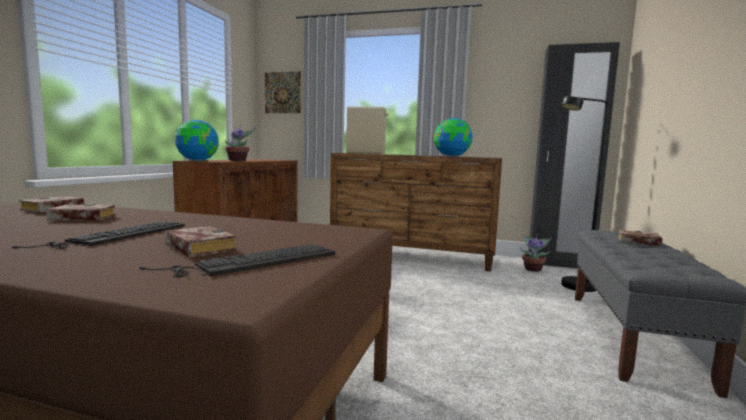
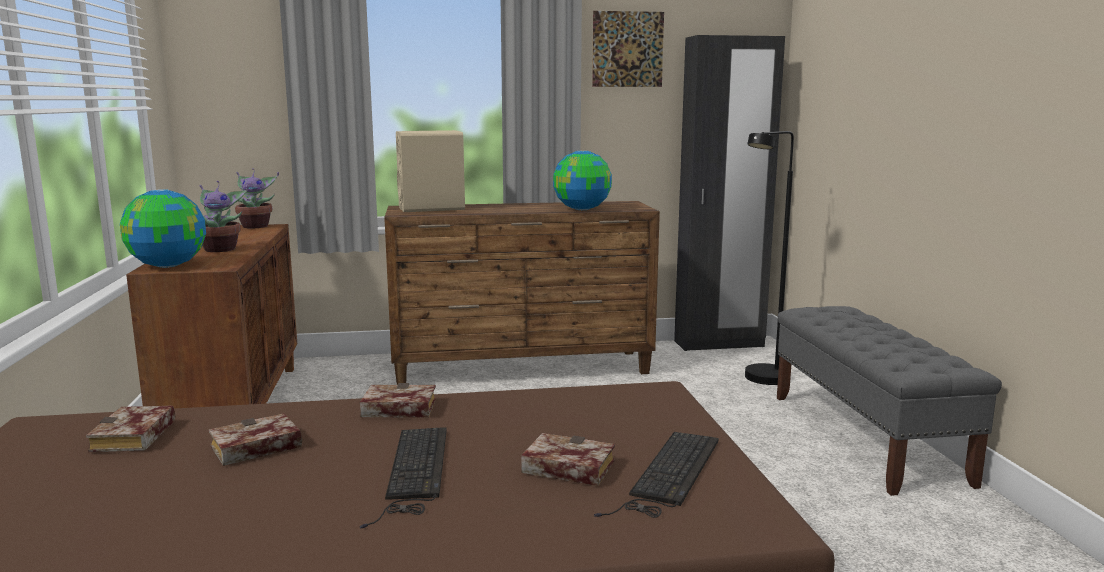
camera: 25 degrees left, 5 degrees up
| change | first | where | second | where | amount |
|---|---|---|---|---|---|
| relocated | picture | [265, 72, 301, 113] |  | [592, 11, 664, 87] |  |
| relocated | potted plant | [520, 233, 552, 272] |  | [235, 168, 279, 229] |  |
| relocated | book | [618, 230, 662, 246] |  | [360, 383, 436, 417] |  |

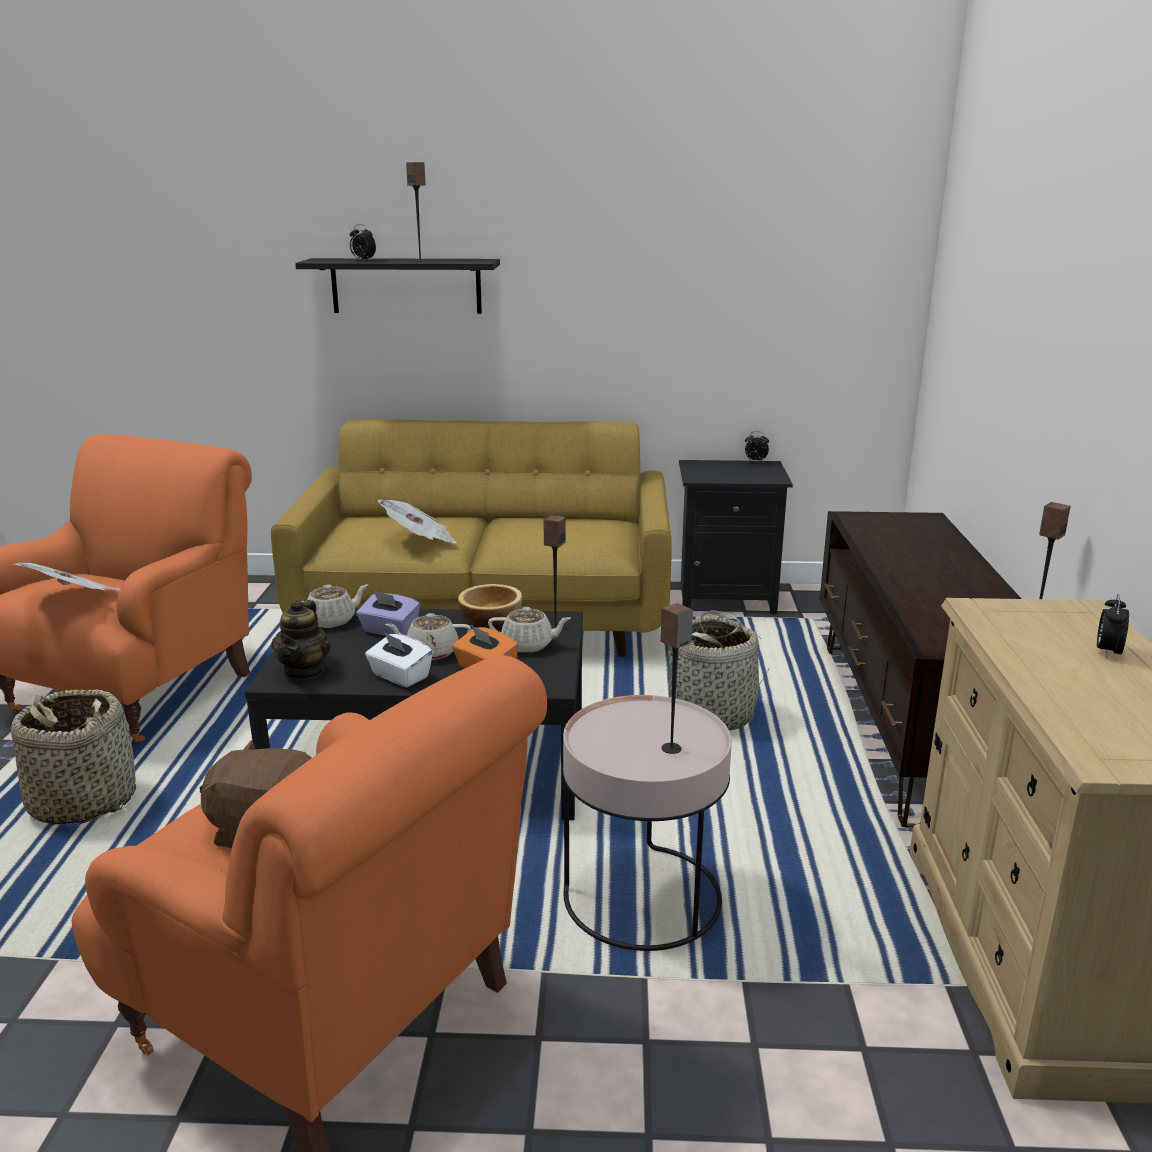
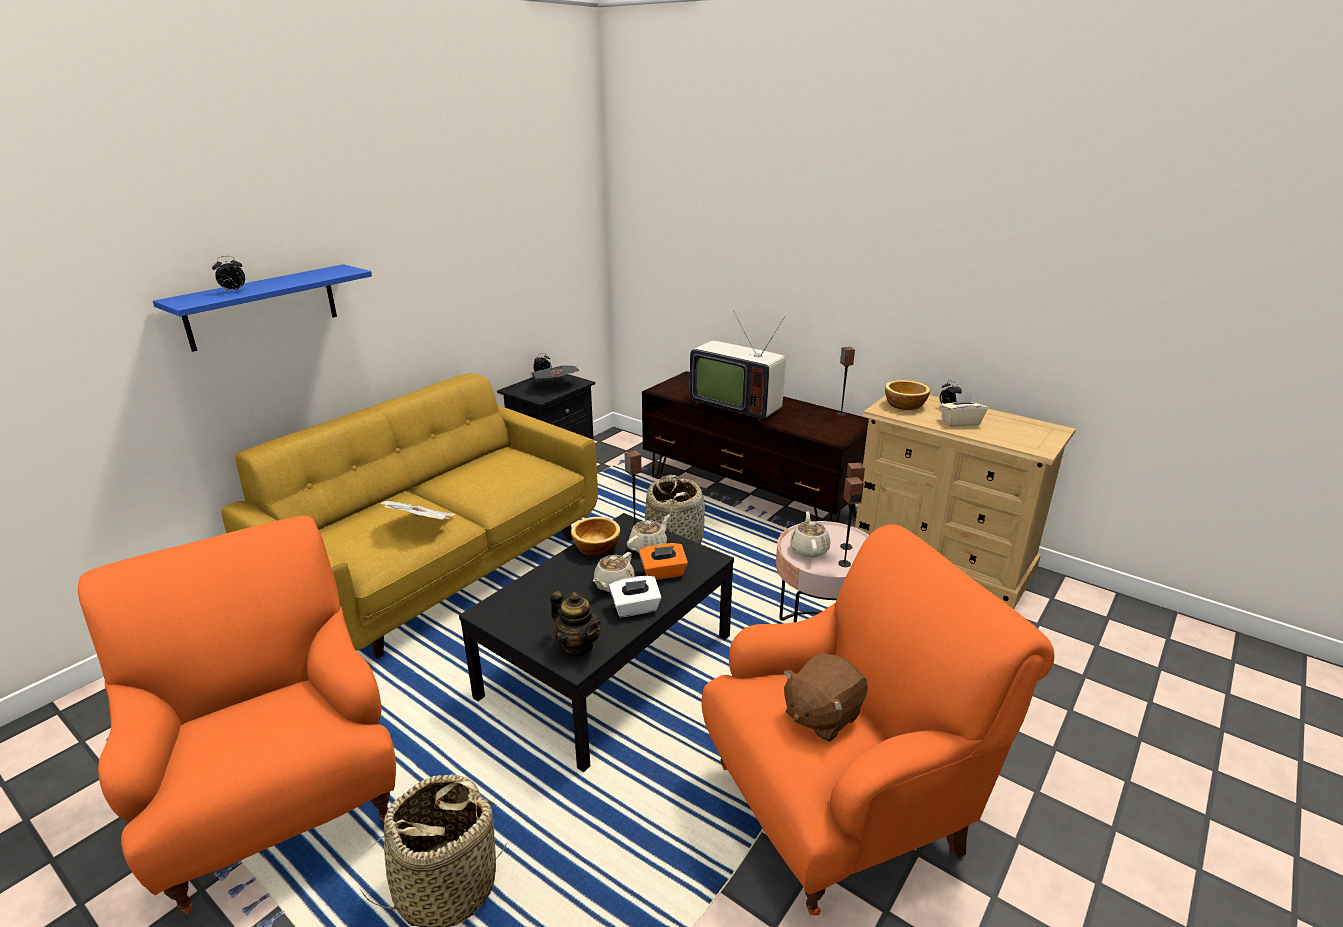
camera: 55 degrees left, 5 degrees up
| change | first | where | second | where | amount |
|---|---|---|---|---|---|
| missing | purple tissue box | [356, 591, 420, 635] |  |  |  |
| appeared |  |  | television | [690, 312, 786, 422] |  |
| appeared |  |  | bowl | [885, 380, 930, 410] |  |
| appeared |  |  | beige tissue box | [940, 393, 988, 427] |  |
| relocated | newspaper | [14, 563, 120, 590] |  | [531, 365, 579, 379] |  |
| relocated | beige teapot | [301, 584, 369, 628] |  | [790, 511, 830, 557] |  |
| relocated | speaker | [406, 162, 426, 262] |  | [838, 477, 864, 567] |  |
| colour | black shelf | [295, 258, 500, 314] | blue shelf | [153, 264, 372, 352] |  |

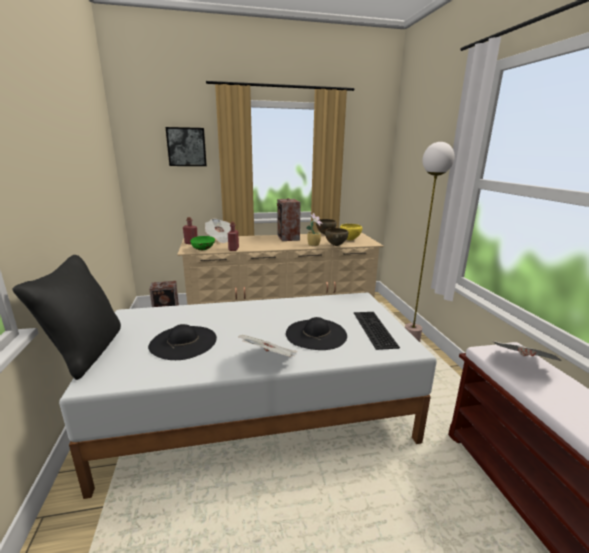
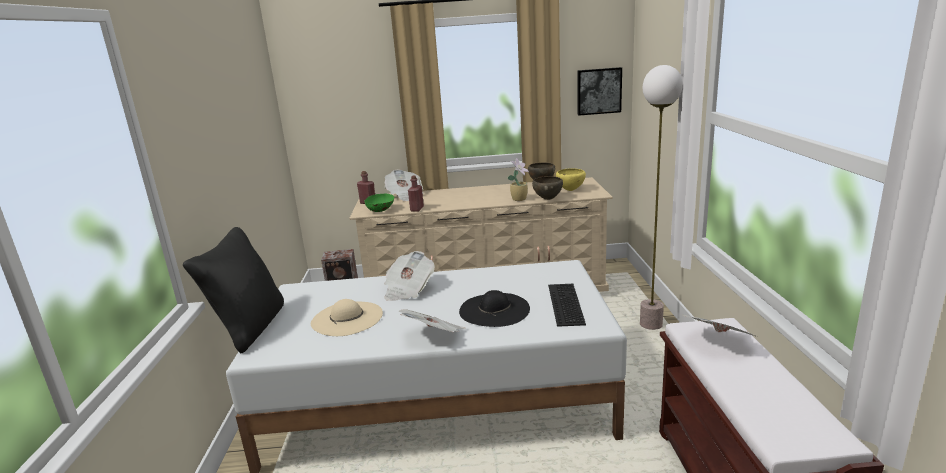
camera: 10 degrees right, 0 degrees up
| change | first | where | second | where | amount |
|---|---|---|---|---|---|
| missing | speaker | [277, 198, 301, 241] |  |  |  |
| appeared |  |  | newspaper | [384, 251, 435, 301] |  |
| relocated | picture | [165, 127, 207, 166] |  | [577, 67, 622, 115] |  |
| colour | black hat | [148, 324, 217, 360] | beige hat | [311, 299, 383, 336] |  |

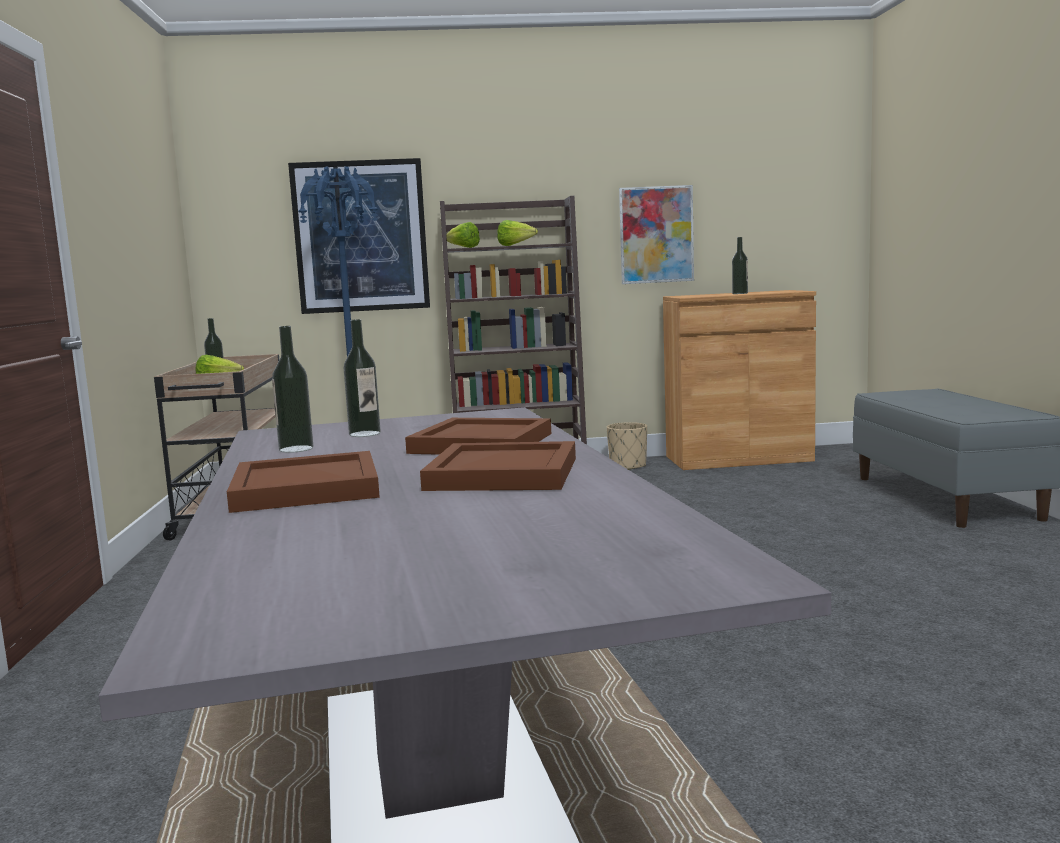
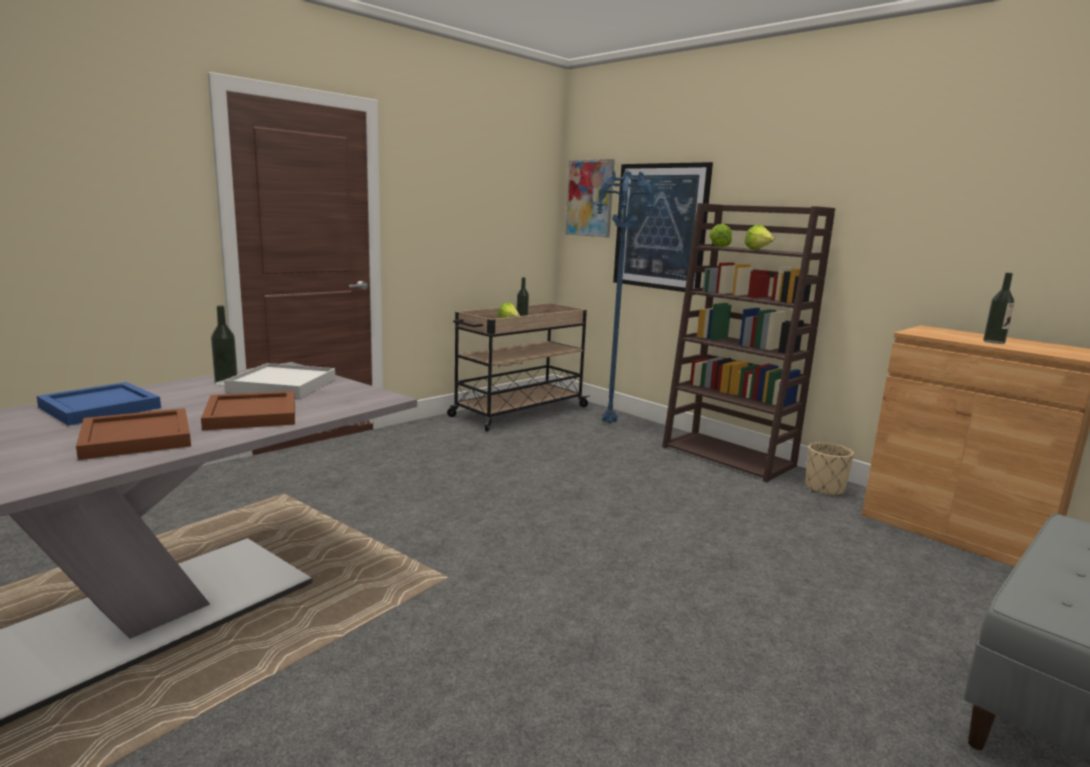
camera: 50 degrees right, 5 degrees up
| change | first | where | second | where | amount |
|---|---|---|---|---|---|
| relocated | picture | [619, 185, 694, 284] |  | [566, 159, 615, 238] |  |
| exchanged | bottle | [344, 319, 381, 437] | white tray | [224, 363, 335, 398] |  |
| colour | brown tray | [227, 451, 380, 513] | blue tray | [36, 382, 161, 426] |  |

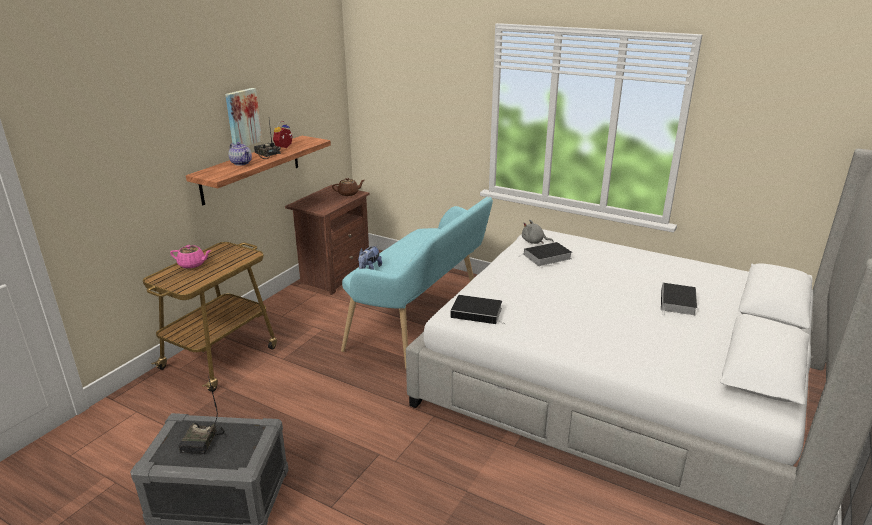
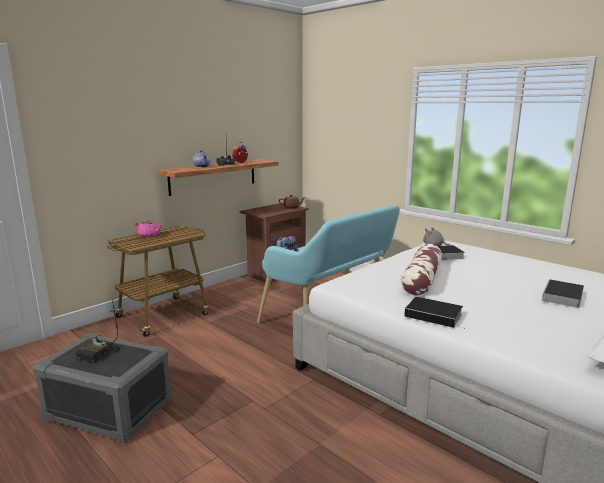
camera: 15 degrees right, 10 degrees down
| change | first | where | second | where | amount |
|---|---|---|---|---|---|
| missing | picture | [225, 88, 262, 146] |  |  |  |
| appeared |  |  | pillow | [401, 244, 442, 296] |  |
| relocated | book | [451, 295, 506, 324] |  | [404, 297, 466, 329] |  |

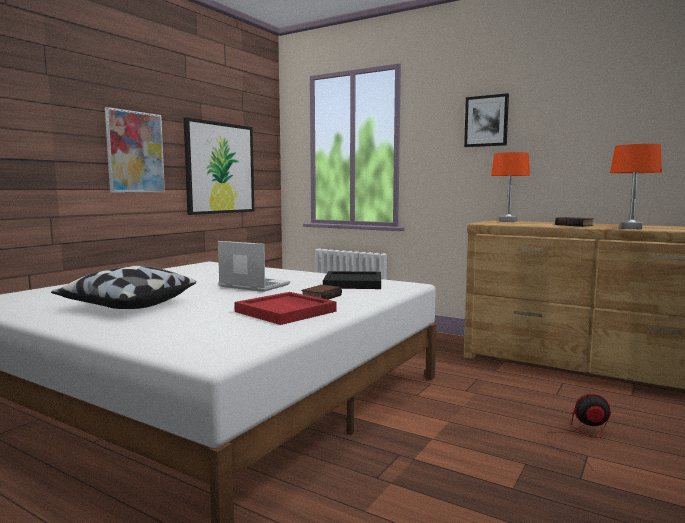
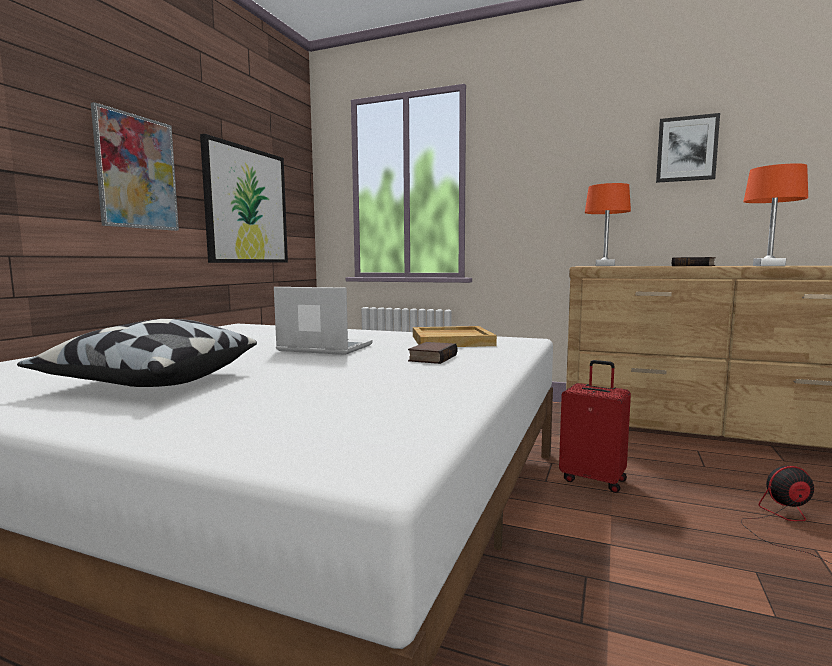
camera: 10 degrees left, 0 degrees up
| change | first | where | second | where | amount |
|---|---|---|---|---|---|
| missing | red tray | [234, 292, 337, 325] |  |  |  |
| appeared |  |  | red suitcase | [559, 360, 631, 493] |  |
| relocated | picture | [464, 93, 509, 147] |  | [656, 113, 720, 183] |  |
| colour | black tray | [323, 271, 381, 289] | beige tray | [413, 326, 497, 347] |  |

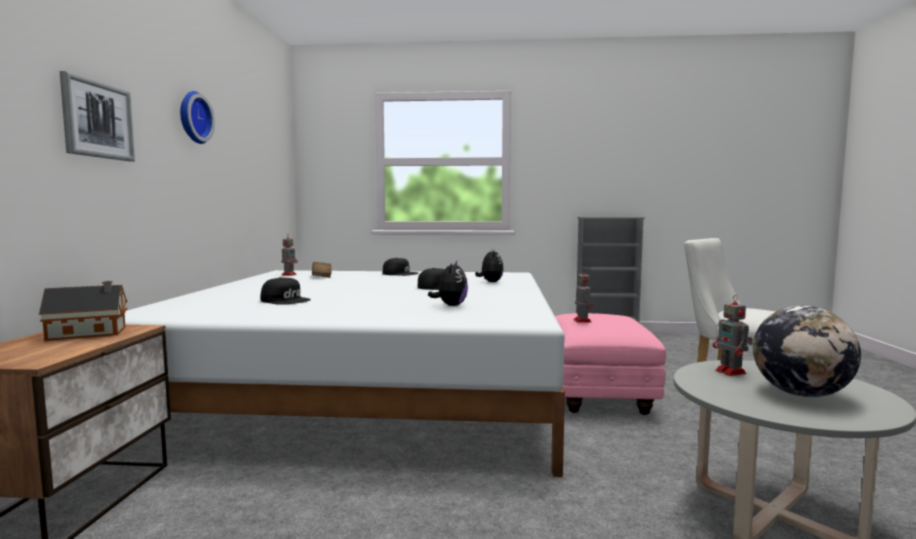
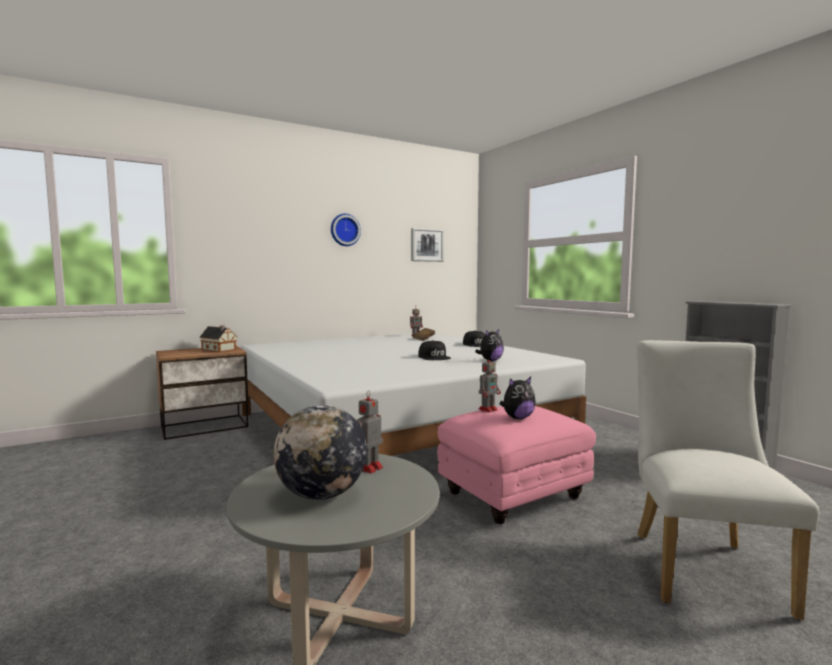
camera: 55 degrees right, 0 degrees up
| change | first | where | second | where | amount |
|---|---|---|---|---|---|
| missing | black cap | [260, 277, 311, 305] |  |  |  |
| relocated | picture | [60, 71, 135, 161] |  | [411, 228, 444, 262] |  |
| relocated | plush toy | [428, 261, 468, 306] |  | [500, 377, 536, 419] |  |

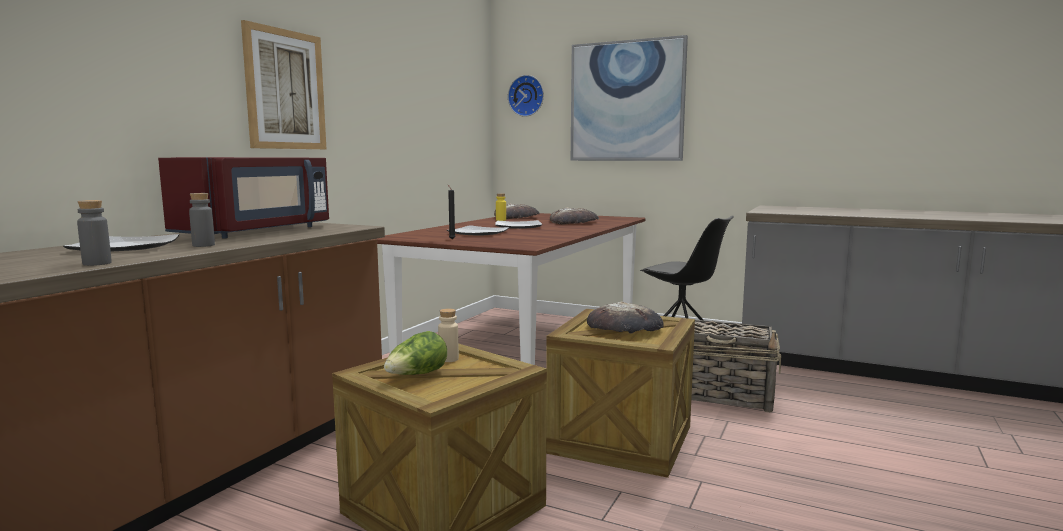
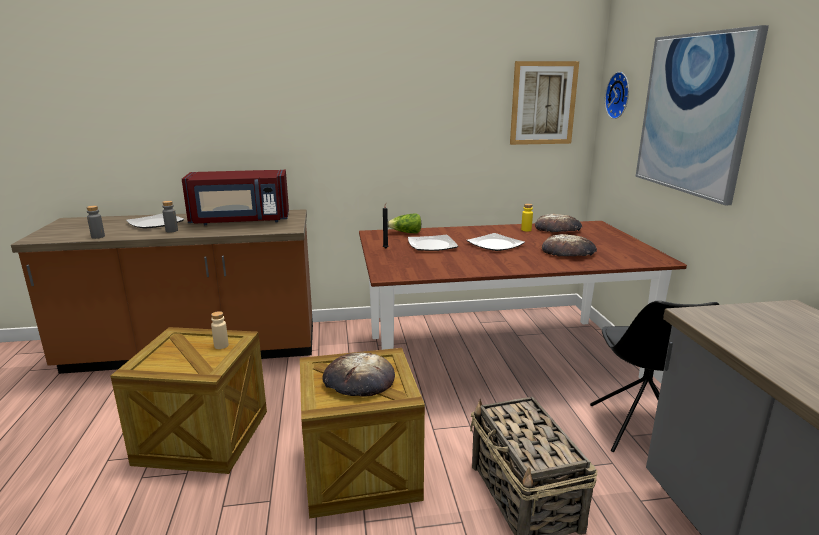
camera: 55 degrees right, 10 degrees up
| change | first | where | second | where | amount |
|---|---|---|---|---|---|
| relocated | picture | [241, 20, 326, 149] |  | [510, 61, 579, 145] |  |
| relocated | lettuce | [384, 331, 447, 375] |  | [388, 214, 421, 233] |  |

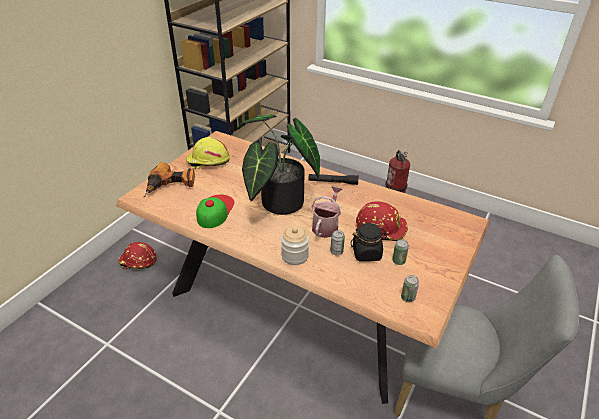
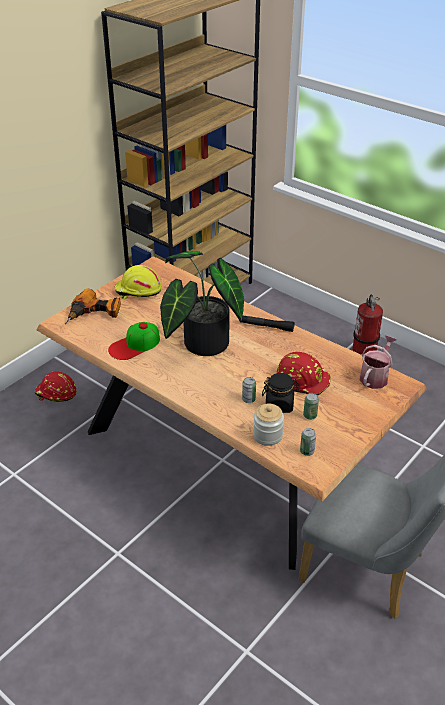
camera: 10 degrees right, 0 degrees up
| change | first | where | second | where | amount |
|---|---|---|---|---|---|
| relocated | jar | [281, 226, 309, 265] |  | [253, 403, 284, 446] |  |
| relocated | watering can | [311, 186, 343, 238] |  | [360, 335, 397, 389] |  |
| spun | cap | [196, 195, 234, 228] |  | [108, 322, 160, 360] | 150 degrees counterclockwise |

